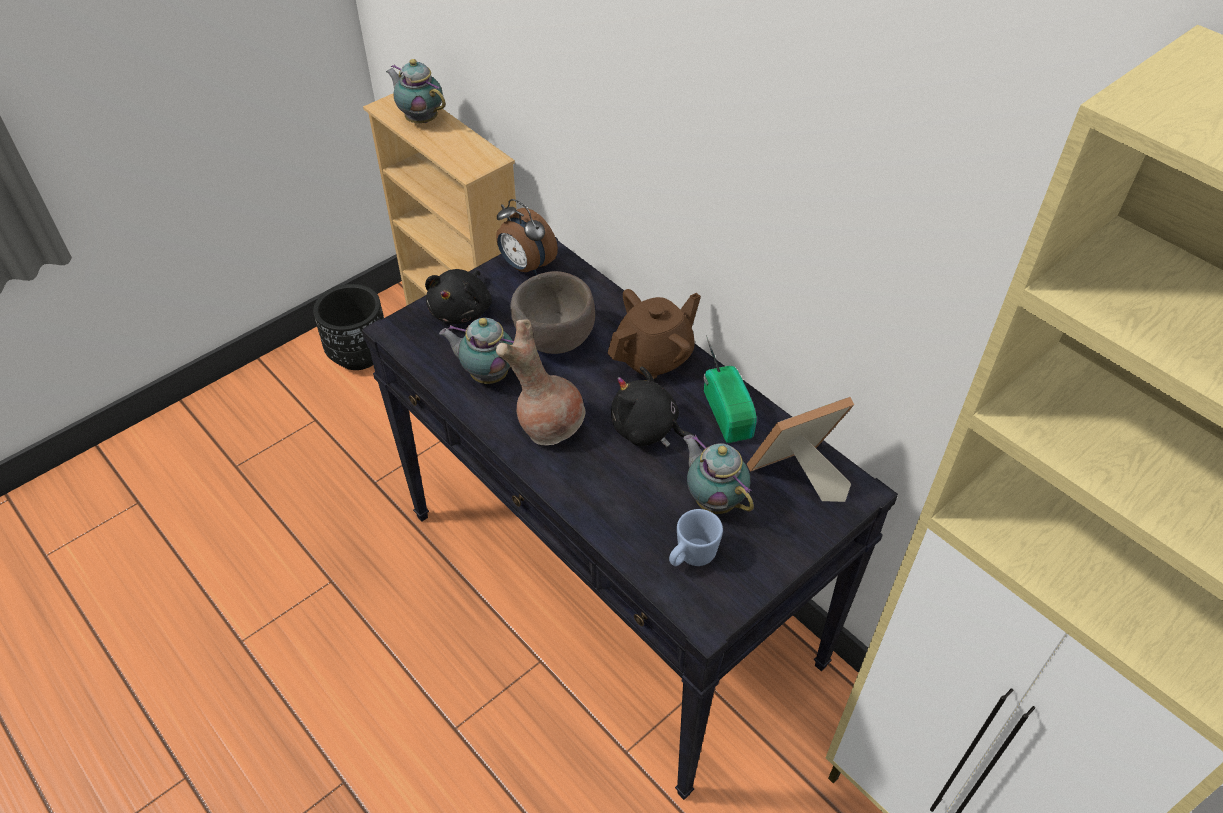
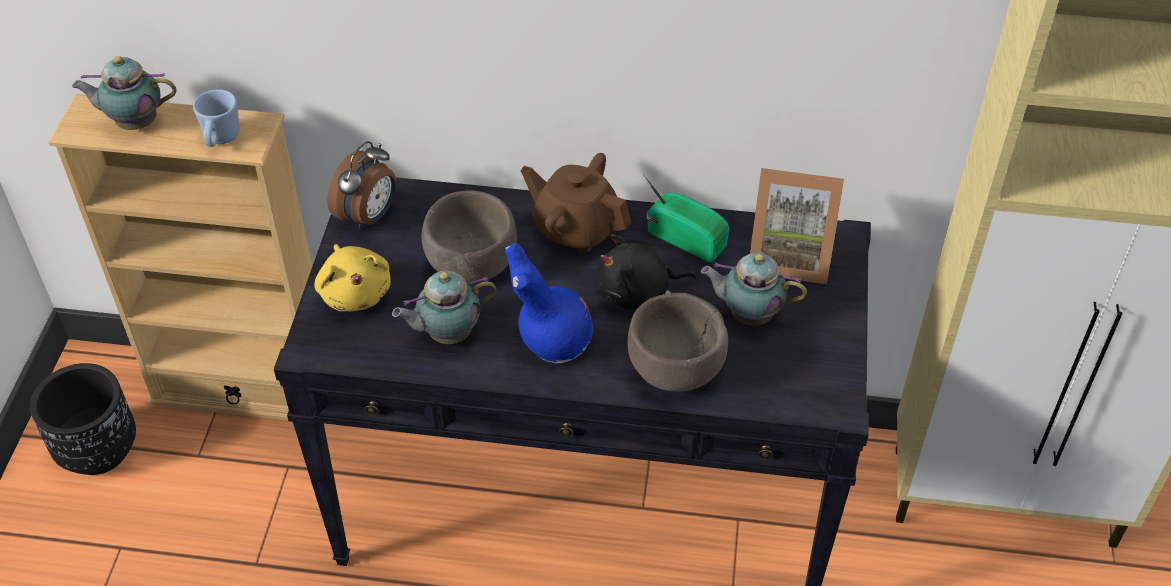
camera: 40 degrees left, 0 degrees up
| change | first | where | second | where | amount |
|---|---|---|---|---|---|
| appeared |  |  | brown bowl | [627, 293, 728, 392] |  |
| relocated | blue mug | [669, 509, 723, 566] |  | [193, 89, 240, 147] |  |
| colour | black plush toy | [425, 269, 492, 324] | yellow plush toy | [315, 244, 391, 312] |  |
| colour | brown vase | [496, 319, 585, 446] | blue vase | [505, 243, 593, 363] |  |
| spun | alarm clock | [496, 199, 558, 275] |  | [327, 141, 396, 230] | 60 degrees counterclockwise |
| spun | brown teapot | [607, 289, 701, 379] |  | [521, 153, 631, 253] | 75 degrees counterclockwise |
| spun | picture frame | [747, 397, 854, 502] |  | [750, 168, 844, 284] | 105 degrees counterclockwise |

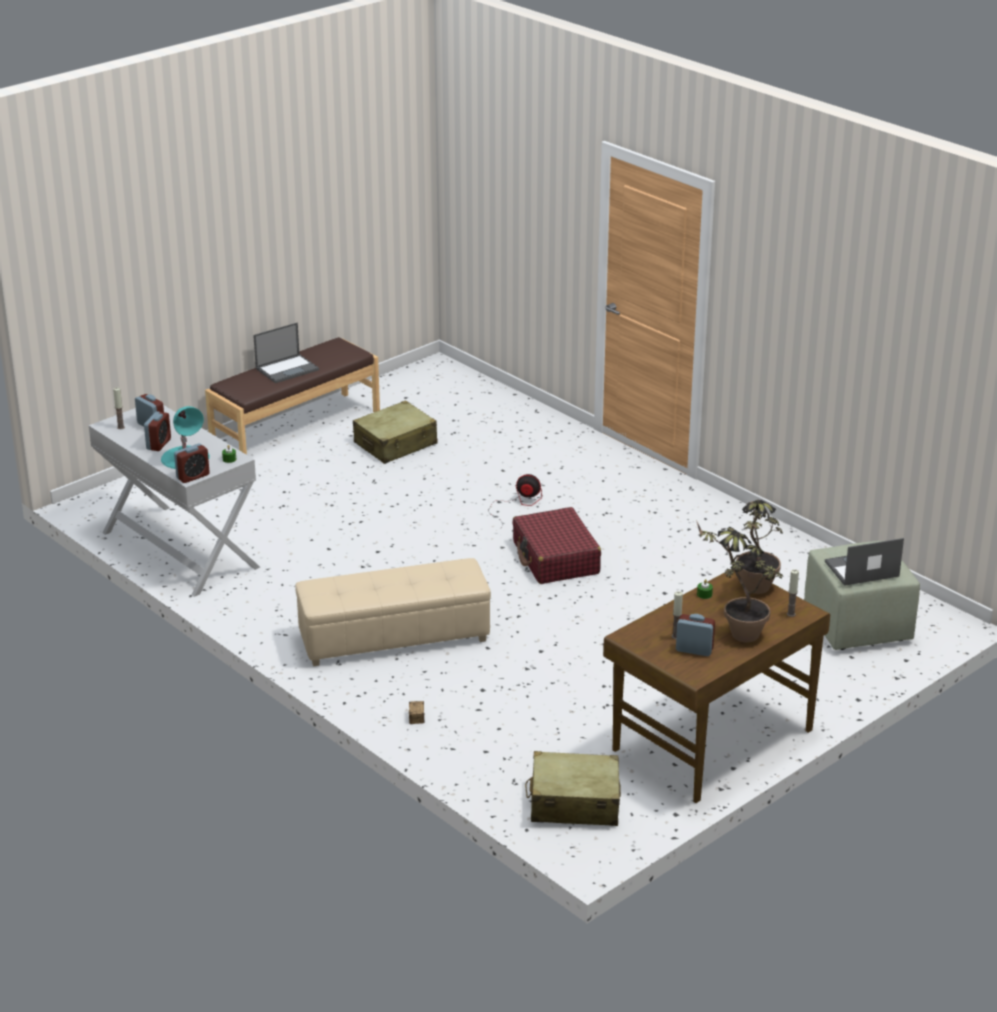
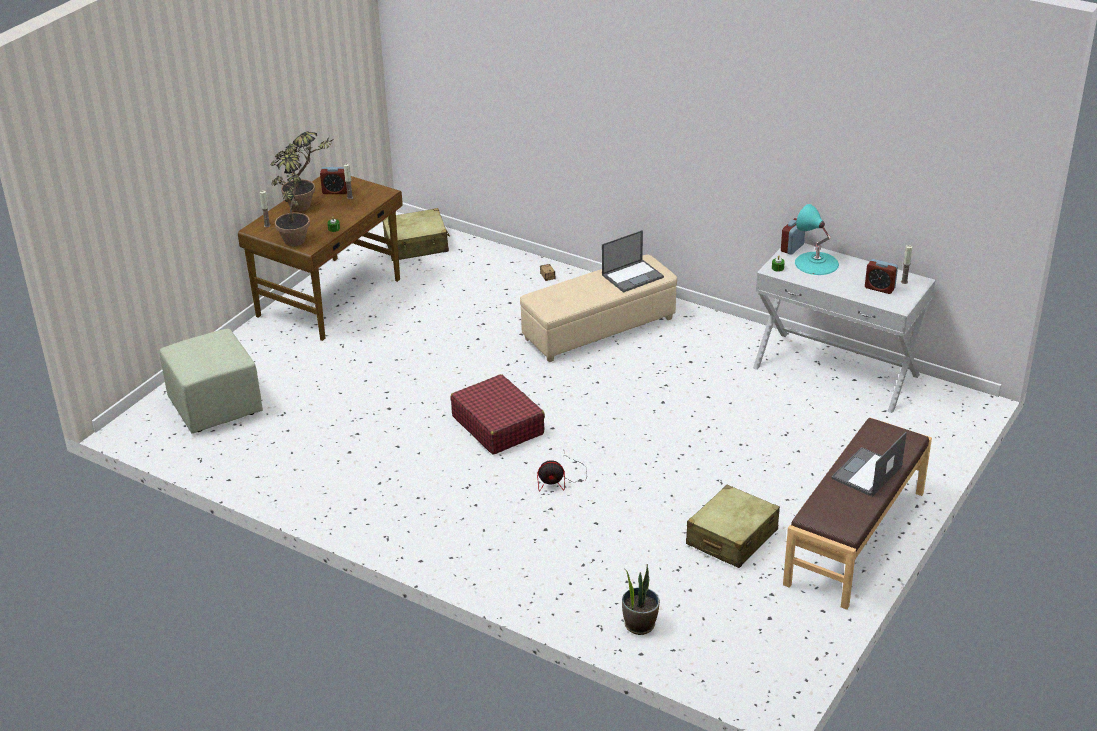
camera: 165 degrees right, 5 degrees up
| change | first | where | second | where | amount |
|---|---|---|---|---|---|
| missing | alarm clock | [144, 411, 171, 451] |  |  |  |
| appeared |  |  | potted plant | [622, 564, 660, 635] |  |
| relocated | laptop | [825, 538, 904, 586] |  | [602, 230, 664, 293] |  |

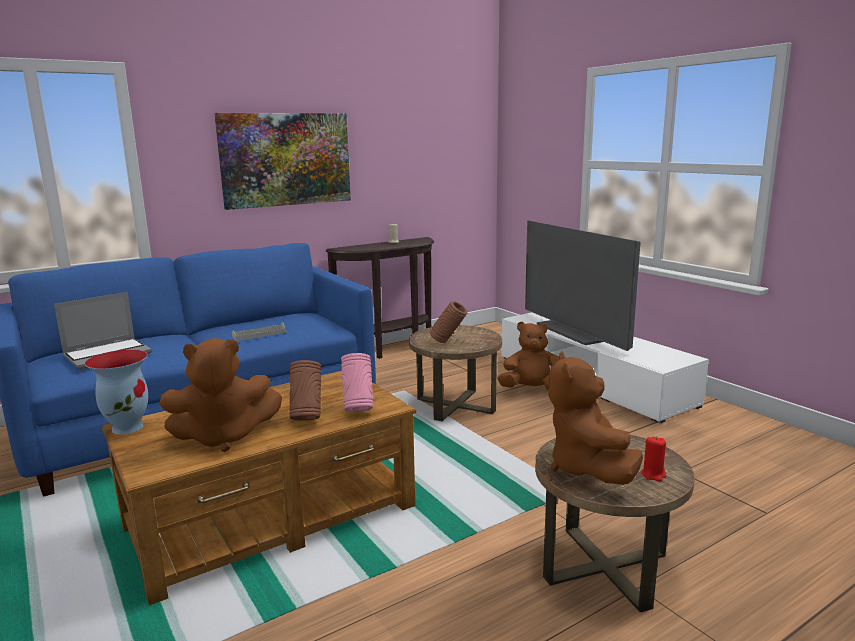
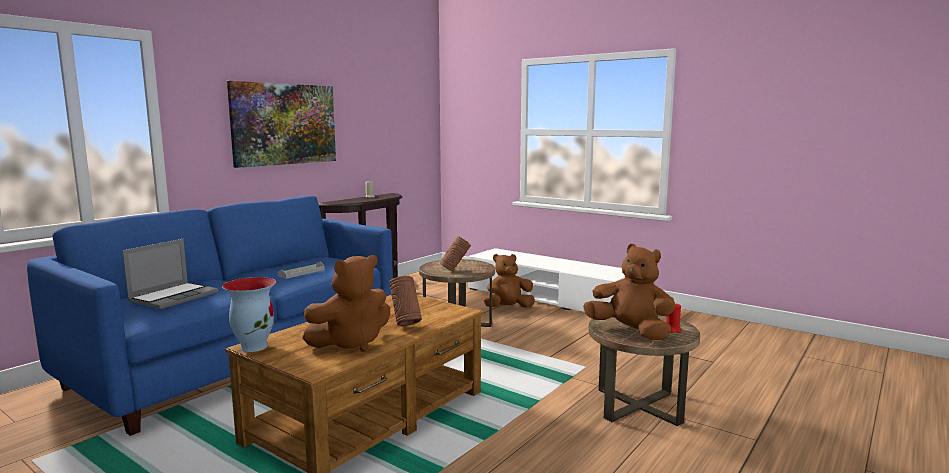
camera: 20 degrees left, 5 degrees down
| change | first | where | second | where | amount |
|---|---|---|---|---|---|
| missing | pink vase | [341, 353, 374, 412] |  |  |  |
| missing | television | [525, 220, 641, 351] |  |  |  |
| spun | brown plush toy | [548, 352, 643, 485] |  | [583, 244, 676, 340] | 150 degrees clockwise |

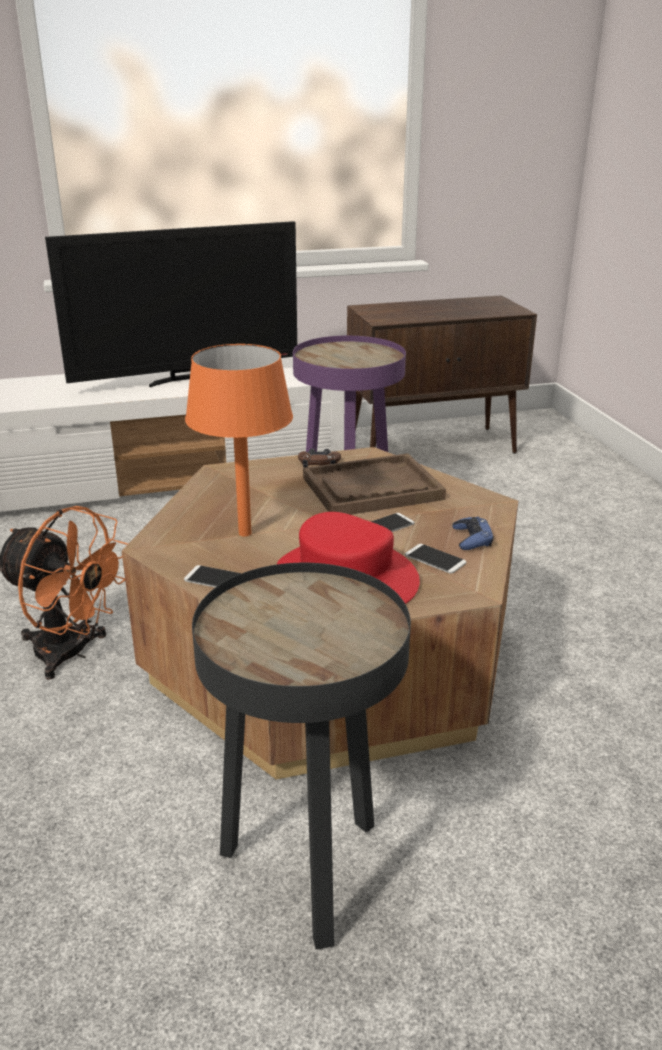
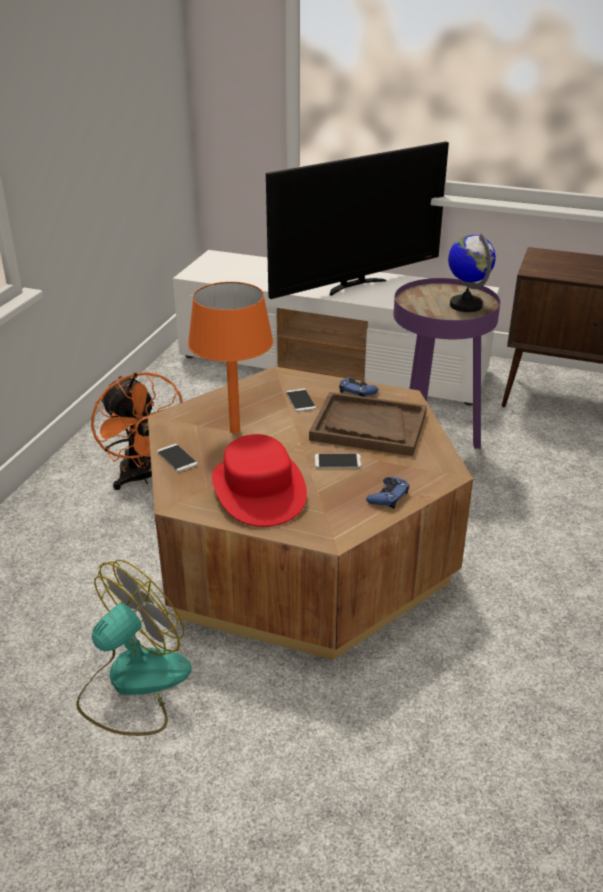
camera: 35 degrees right, 5 degrees up
| change | first | where | second | where | amount |
|---|---|---|---|---|---|
| appeared |  |  | globe | [448, 233, 496, 312] |  |
| relocated | phone | [405, 544, 466, 574] |  | [286, 389, 316, 412] |  |
| exchanged | black side table | [192, 563, 411, 950] | fan | [76, 560, 192, 736] |  |
| colour | brown game controller | [298, 449, 341, 468] | blue game controller | [339, 377, 378, 397] |  |
| spun | television | [45, 221, 297, 387] |  | [266, 141, 449, 299] | 45 degrees counterclockwise |

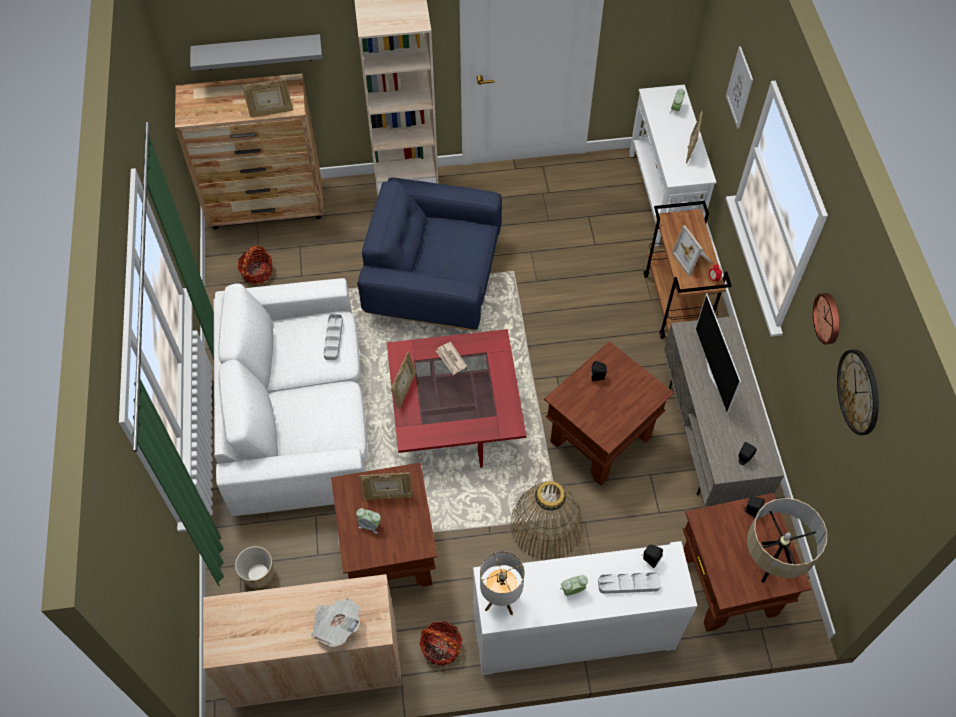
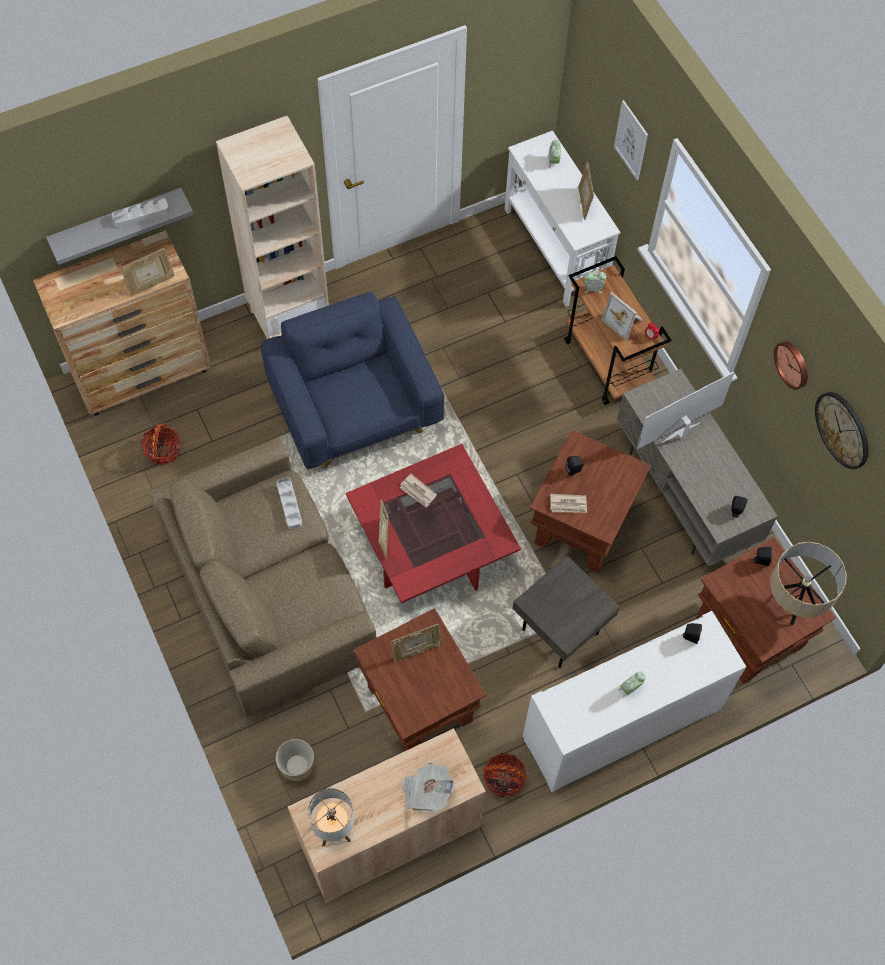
camera: 20 degrees left, 5 degrees up
| change | first | where | second | where | amount |
|---|---|---|---|---|---|
| appeared |  |  | newspaper | [550, 494, 587, 513] |  |
| relocated | alarm clock | [356, 508, 381, 534] |  | [584, 271, 606, 293] |  |
| relocated | table lamp | [480, 551, 525, 615] |  | [308, 788, 354, 846] |  |
| relocated | grey tray | [598, 572, 661, 594] |  | [112, 198, 169, 227] |  |
| exchanged | basket | [510, 481, 583, 560] | grey side table | [513, 556, 620, 668] |  |
| colour | white sofa | [214, 278, 367, 516] | brown sofa | [149, 438, 376, 717] |  |
| spun | blue armchair | [357, 177, 502, 331] |  | [261, 292, 444, 469] | 75 degrees clockwise |
| spun | television | [695, 293, 741, 414] |  | [637, 372, 735, 449] | 90 degrees clockwise |

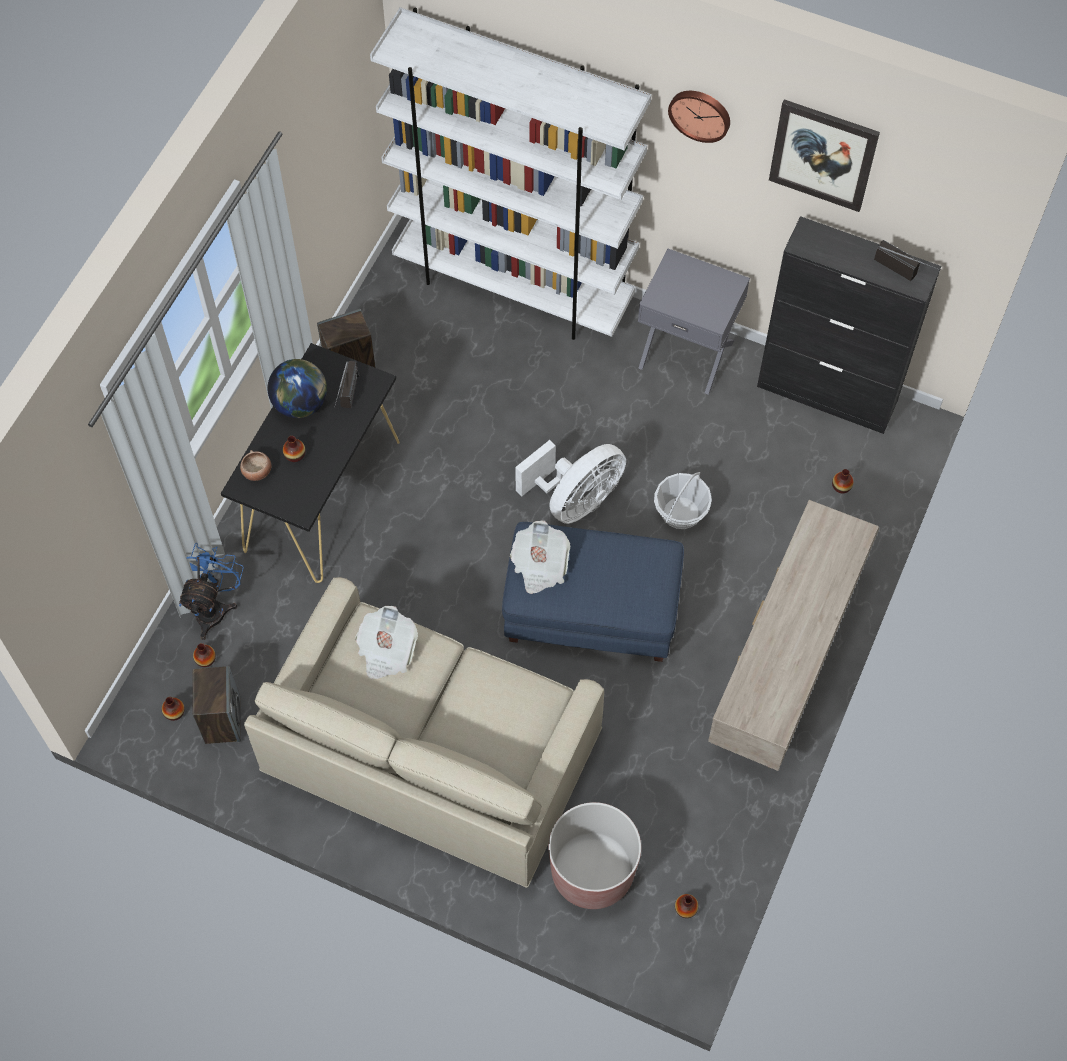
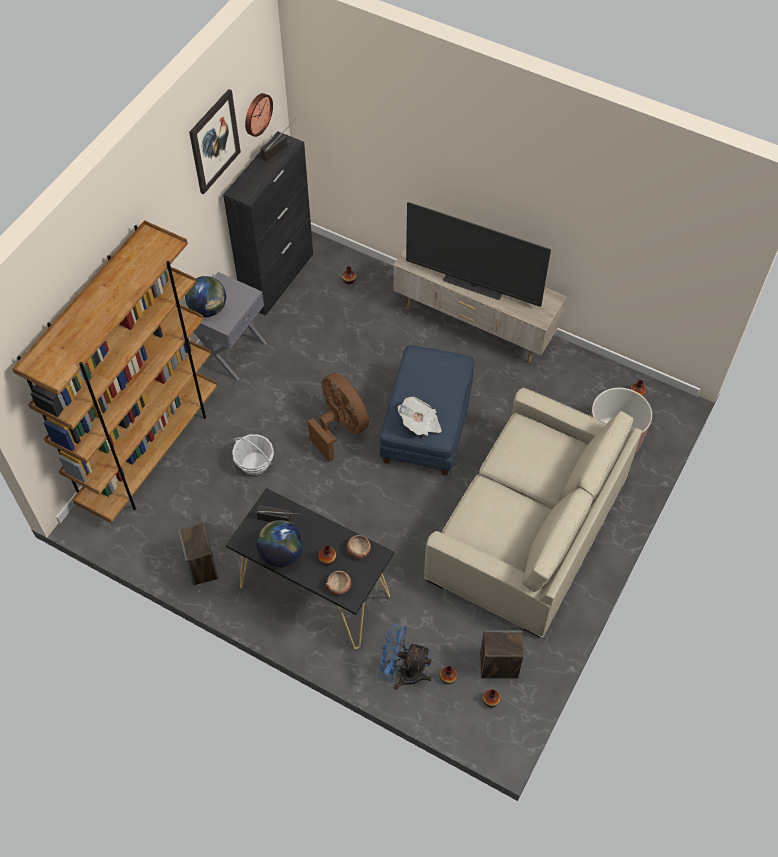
camera: 85 degrees left, 5 degrees down
| change | first | where | second | where | amount |
|---|---|---|---|---|---|
| missing | newspaper | [355, 606, 418, 679] |  |  |  |
| appeared |  |  | globe | [185, 276, 226, 317] |  |
| appeared |  |  | bowl | [347, 535, 371, 559] |  |
| appeared |  |  | television | [406, 202, 551, 307] |  |
| relocated | basket | [654, 472, 712, 529] |  | [232, 434, 274, 475] |  |
| relocated | wall clock | [668, 91, 730, 143] |  | [245, 93, 273, 137] |  |
| colour | white bookcase | [370, 7, 652, 340] | brown bookcase | [12, 220, 218, 523] |  |
| colour | white fan | [515, 440, 626, 524] | brown fan | [308, 373, 369, 462] |  |

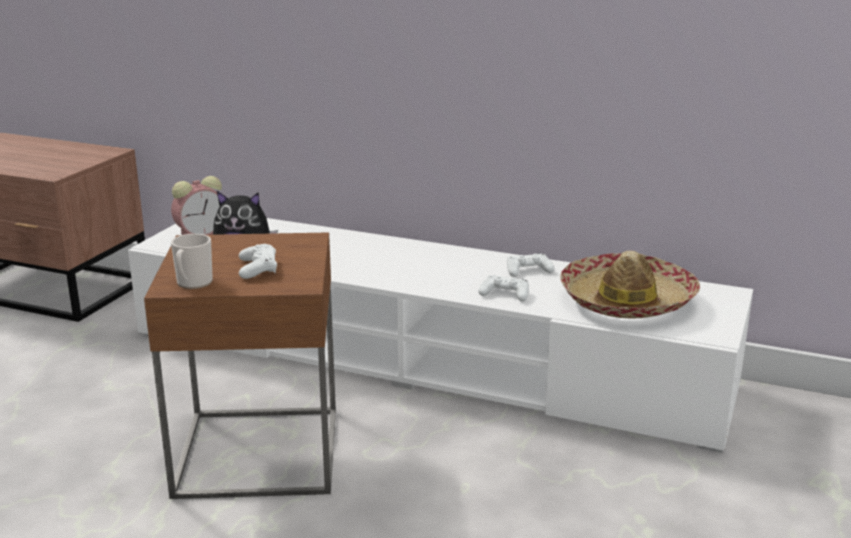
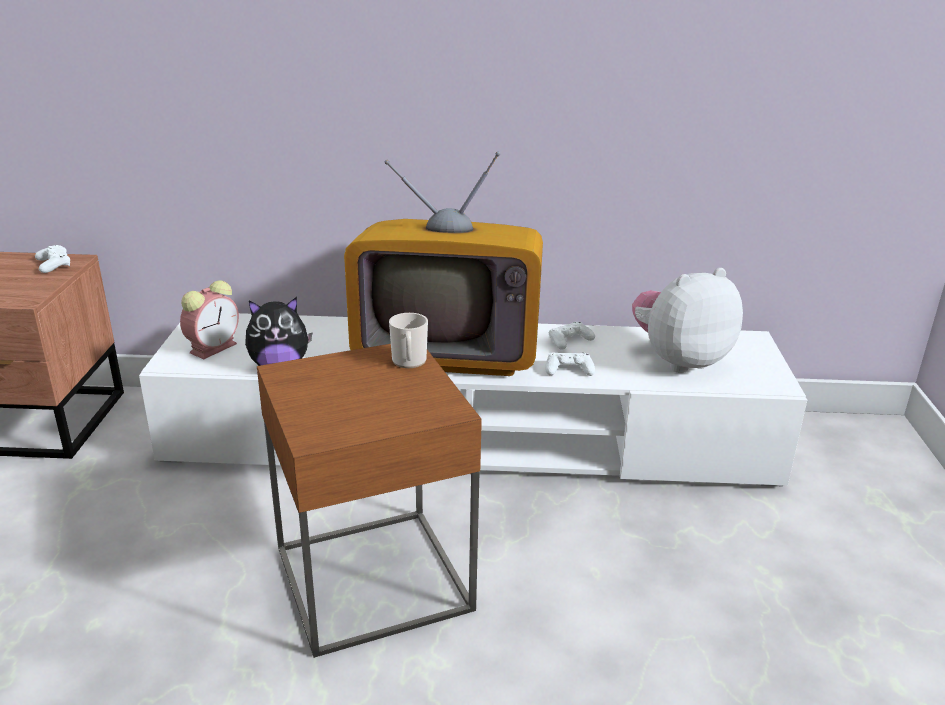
camera: 20 degrees left, 5 degrees up
| change | first | where | second | where | amount |
|---|---|---|---|---|---|
| appeared |  |  | television | [344, 152, 543, 376] |  |
| relocated | mug | [171, 234, 213, 289] |  | [389, 313, 428, 368] |  |
| relocated | white game controller | [239, 244, 277, 279] |  | [35, 245, 70, 273] |  |
| exchanged | hat | [560, 251, 700, 319] | plush toy | [632, 268, 743, 373] |  |

